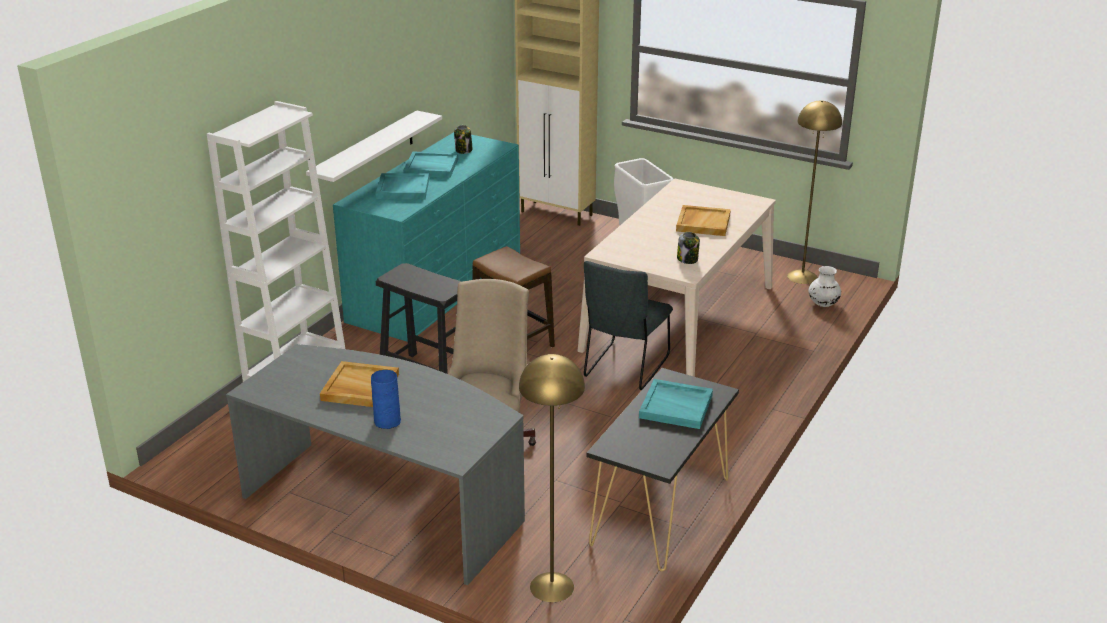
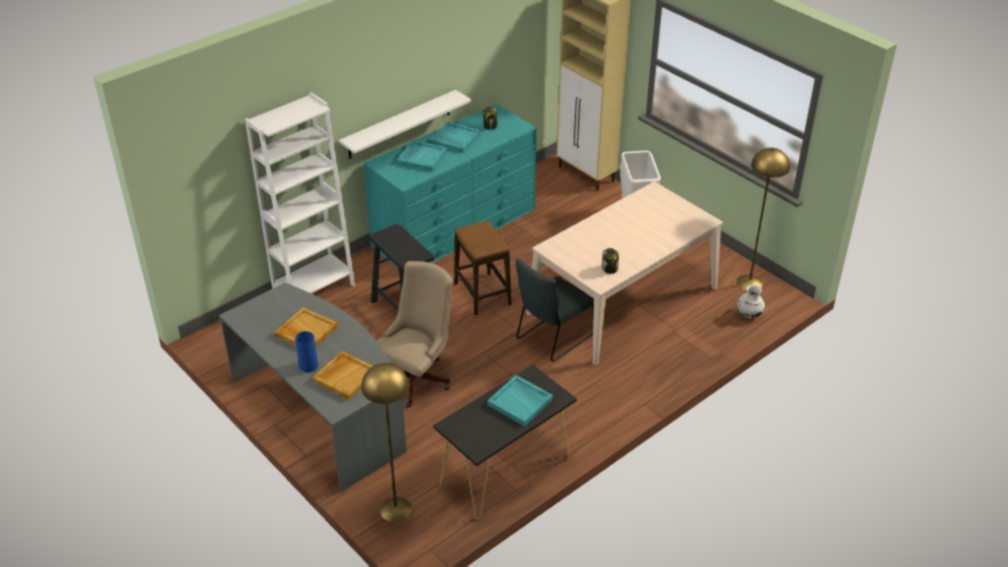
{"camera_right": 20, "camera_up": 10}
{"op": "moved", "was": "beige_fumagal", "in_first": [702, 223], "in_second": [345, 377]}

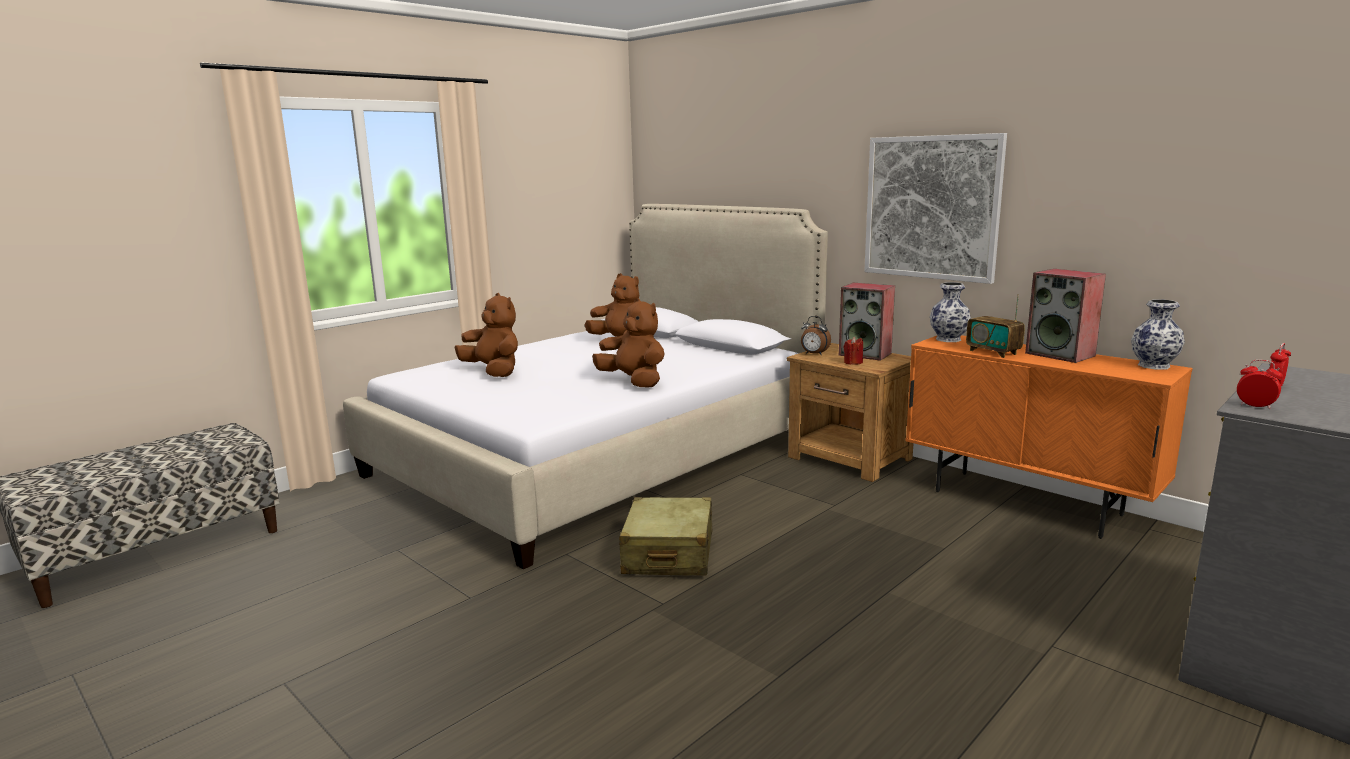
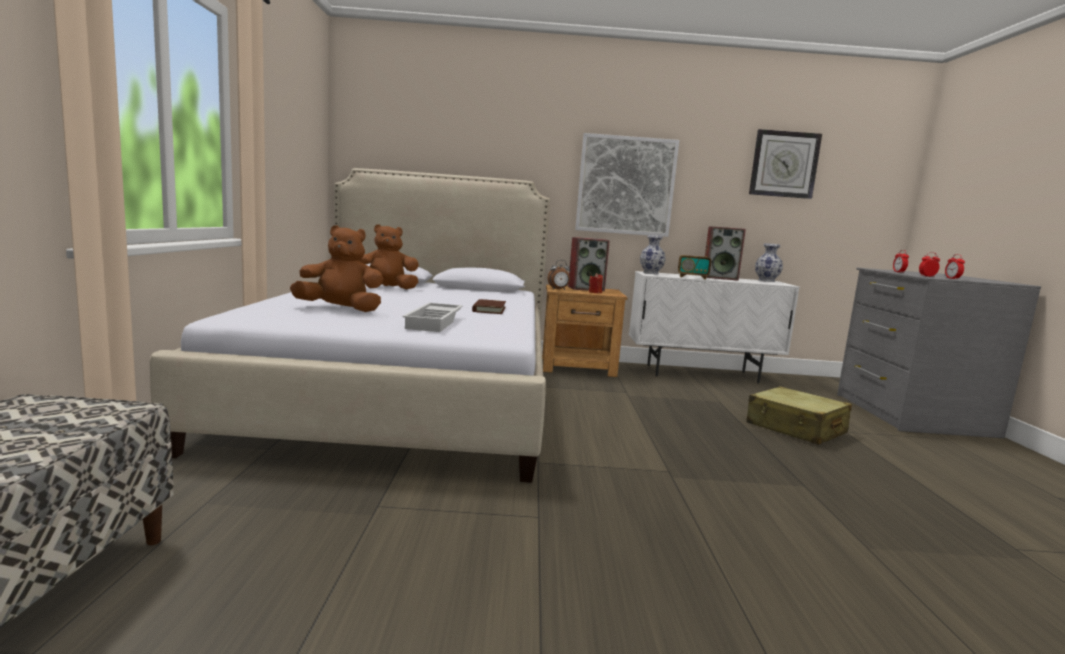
{"camera_right": -45, "camera_up": -5}
{"op": "replaced", "was": "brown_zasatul", "now": "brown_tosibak", "in_first": [634, 382], "in_second": [489, 309]}
{"op": "moved", "was": "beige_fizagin", "in_first": [668, 553], "in_second": [795, 428]}
{"op": "recoloured", "was": "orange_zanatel", "now": "white_zanatel", "in_first": [1026, 503], "in_second": [701, 374]}
{"op": "added", "now": "white_fumagal", "in_second": [435, 322]}
{"op": "added", "now": "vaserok", "in_second": [784, 164]}
{"op": "added", "now": "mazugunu", "in_second": [952, 279]}

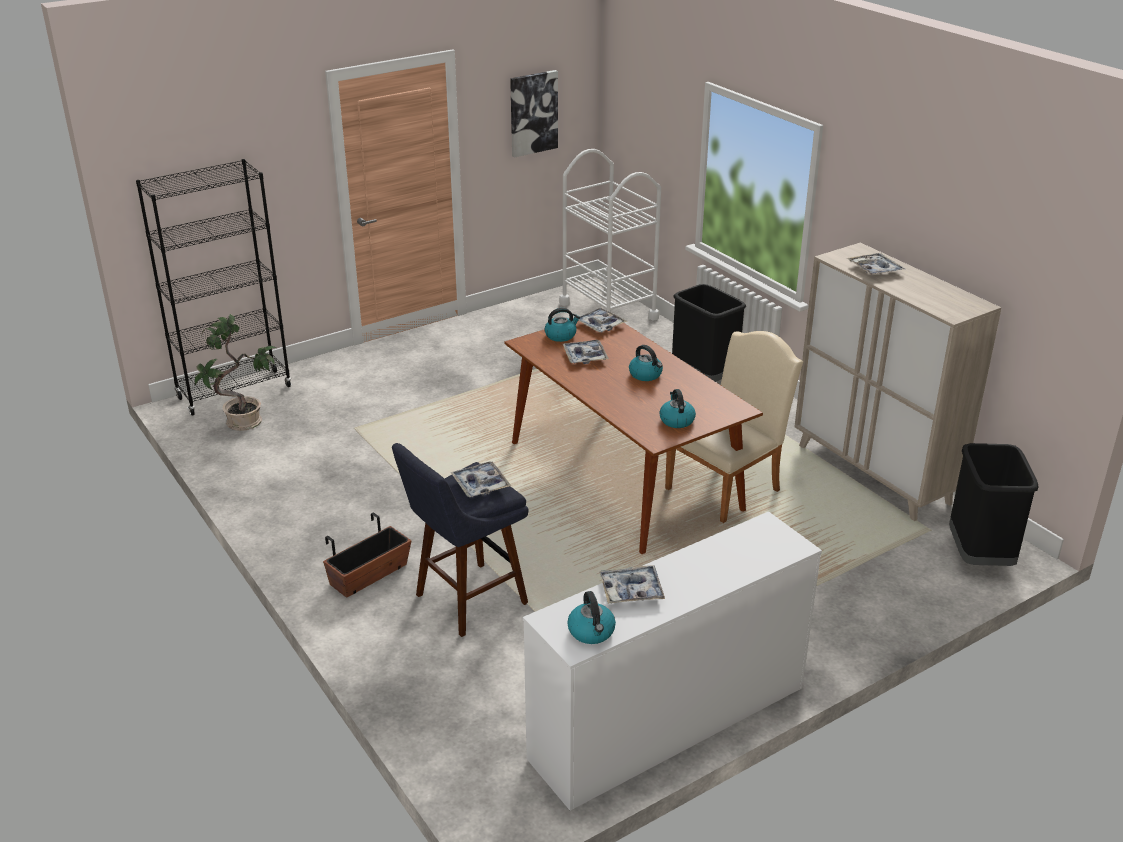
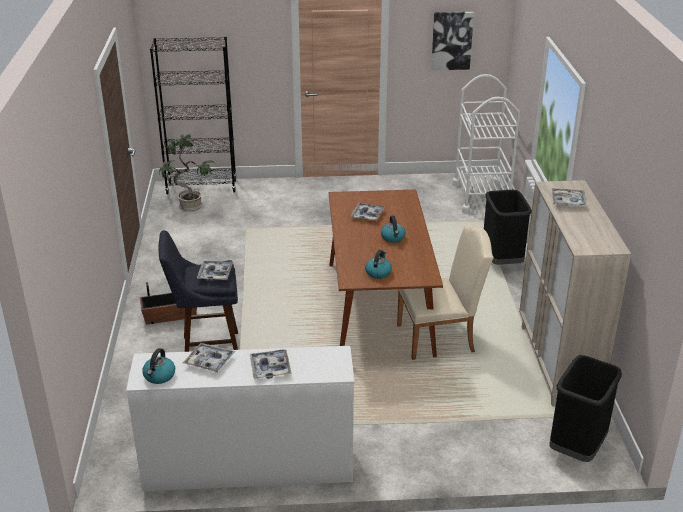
{"camera_right": 30, "camera_up": 0}
{"op": "removed", "was": "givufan", "in_first": [561, 335]}
{"op": "moved", "was": "fumagal", "in_first": [600, 325], "in_second": [270, 368]}

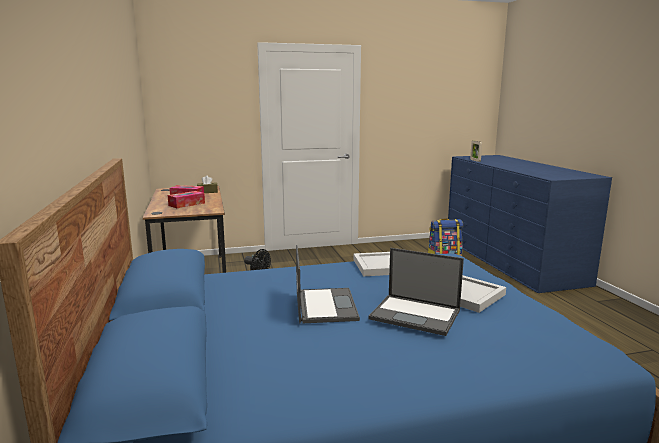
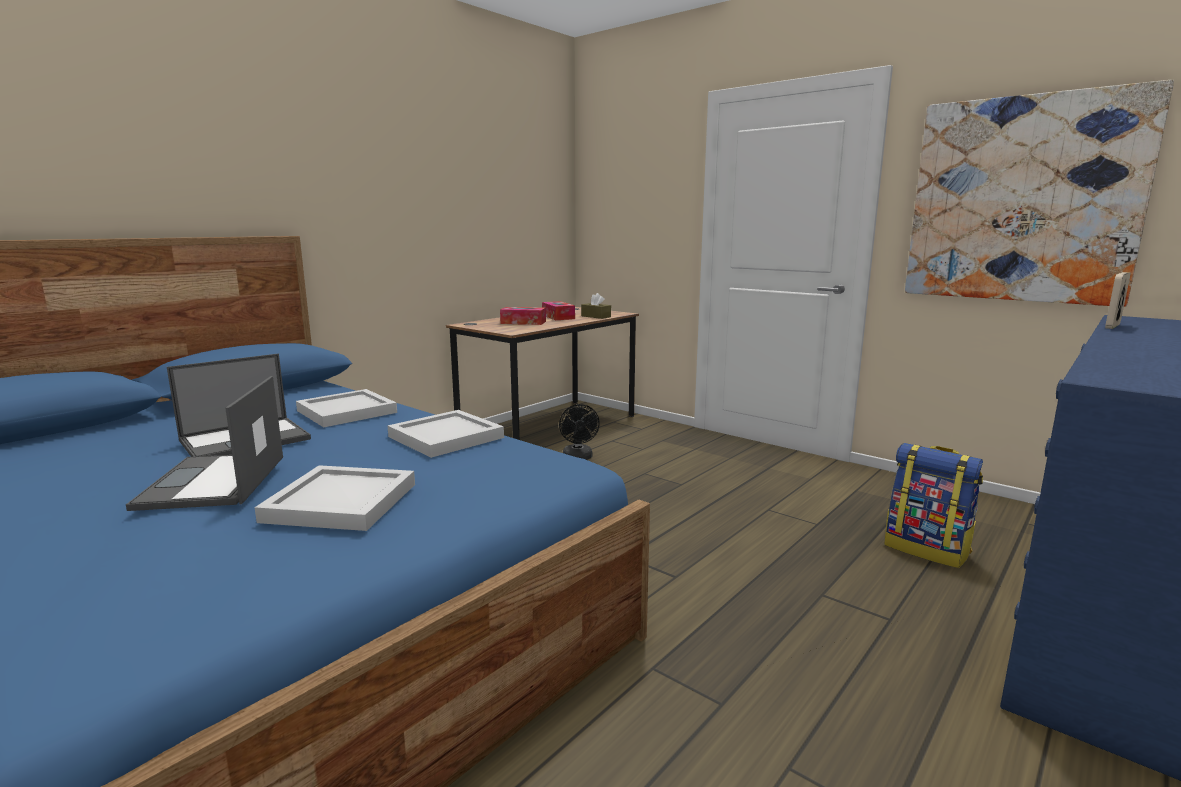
{"camera_right": 55, "camera_up": 0}
{"op": "added", "now": "white_fumagal", "in_second": [347, 411]}
{"op": "added", "now": "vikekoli", "in_second": [1022, 200]}

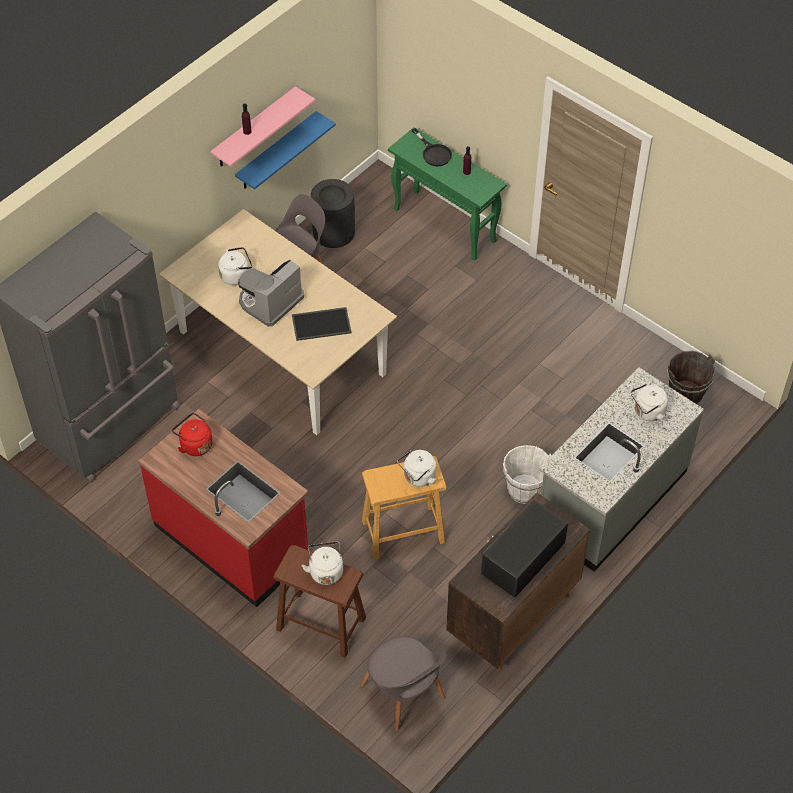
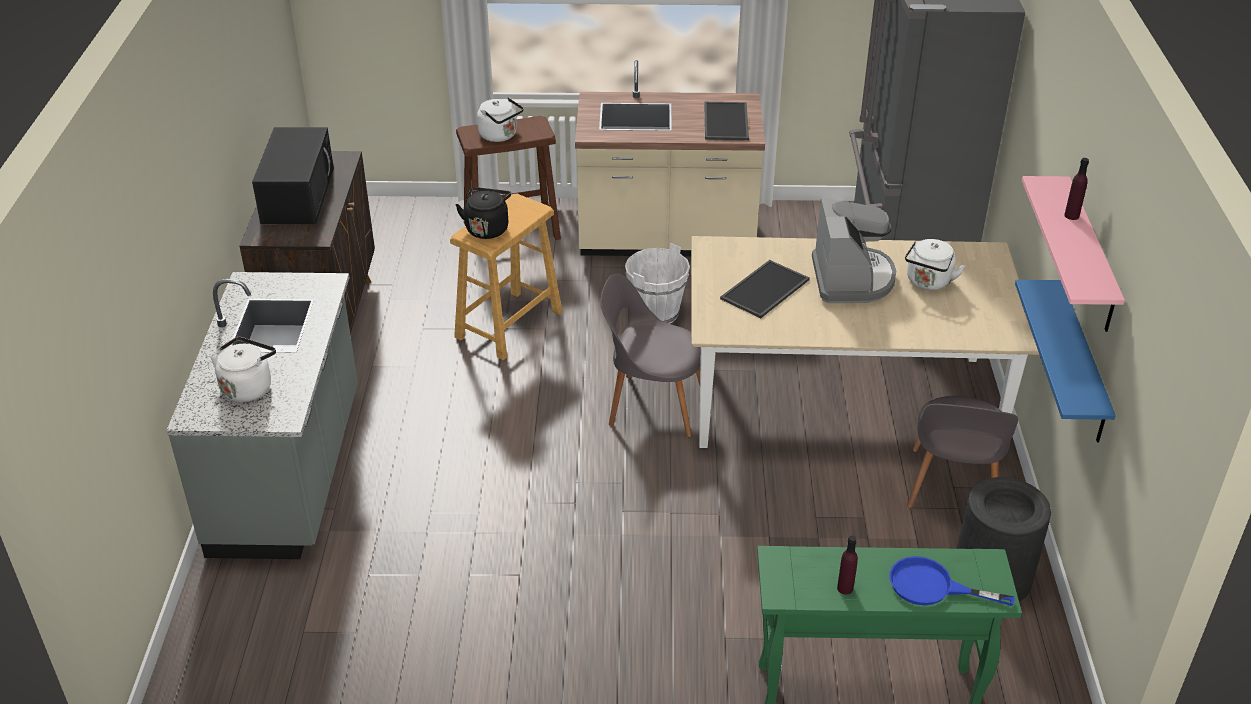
{"camera_right": 140, "camera_up": -15}
{"op": "recoloured", "was": "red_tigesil", "now": "beige_tigesil", "in_first": [232, 540], "in_second": [666, 240]}
{"op": "replaced", "was": "red_givufan", "now": "fumagal", "in_first": [194, 444], "in_second": [727, 122]}
{"op": "moved", "was": "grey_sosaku", "in_first": [404, 695], "in_second": [652, 405]}
{"op": "recoloured", "was": "white_givufan", "now": "black_givufan", "in_first": [418, 477], "in_second": [487, 228]}
{"op": "recoloured", "was": "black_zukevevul", "now": "blue_zukevevul", "in_first": [433, 153], "in_second": [932, 587]}
{"op": "moved", "was": "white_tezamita", "in_first": [524, 489], "in_second": [656, 313]}
{"op": "removed", "was": "brown_tezamita", "in_first": [685, 395]}

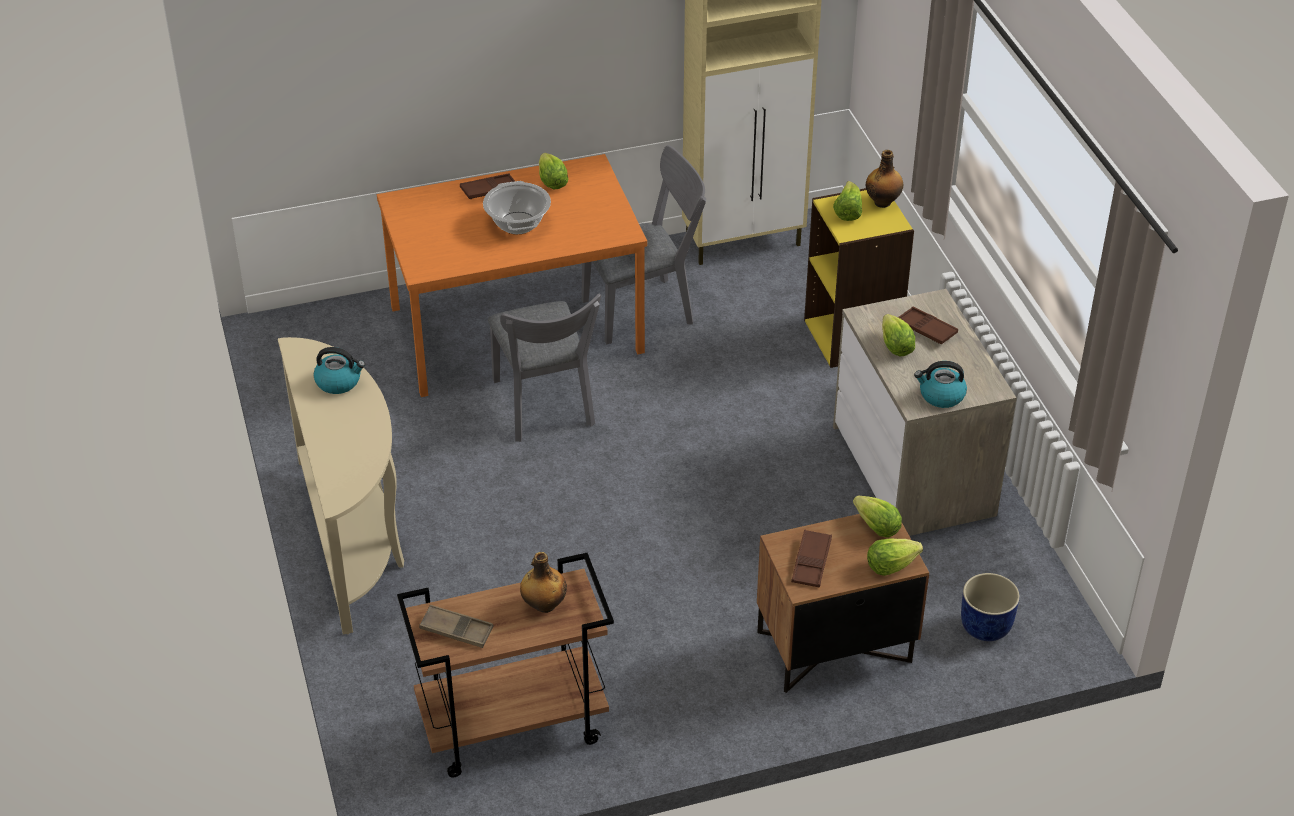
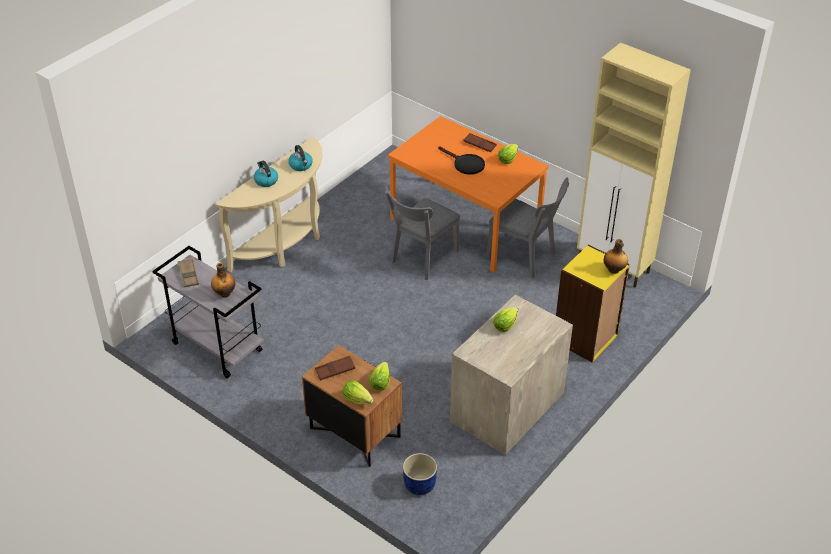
{"camera_right": 55, "camera_up": 0}
{"op": "recoloured", "was": "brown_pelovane", "now": "grey_pelovane", "in_first": [511, 727], "in_second": [216, 347]}
{"op": "replaced", "was": "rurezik", "now": "black_zukevevul", "in_first": [518, 223], "in_second": [465, 164]}
{"op": "removed", "was": "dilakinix", "in_first": [847, 212]}
{"op": "removed", "was": "brown_fumagal", "in_first": [926, 329]}
{"op": "moved", "was": "givufan", "in_first": [941, 395], "in_second": [266, 181]}

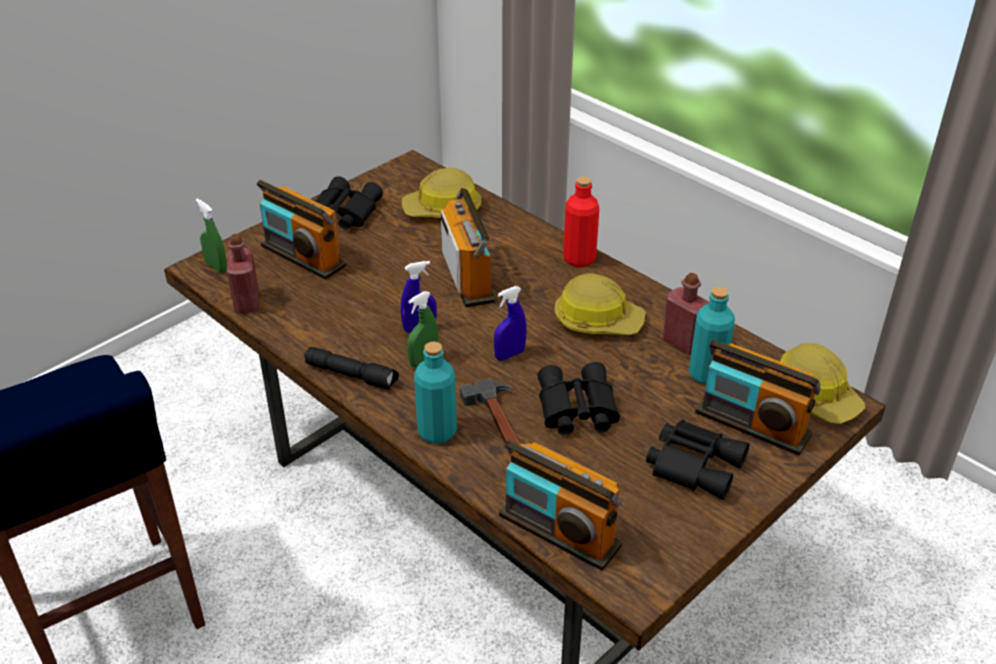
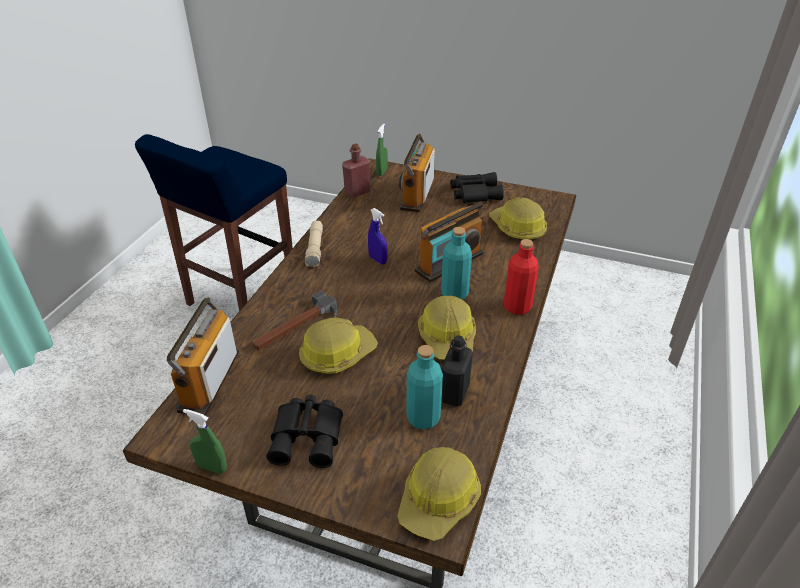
{"camera_right": 65, "camera_up": 0}
{"op": "recoloured", "was": "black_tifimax", "now": "beige_tifimax", "in_first": [352, 375], "in_second": [315, 249]}
{"op": "moved", "was": "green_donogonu", "in_first": [423, 360], "in_second": [212, 467]}
{"op": "moved", "was": "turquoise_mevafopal", "in_first": [437, 431], "in_second": [454, 294]}
{"op": "removed", "was": "blue_donogonu", "in_first": [509, 355]}
{"op": "replaced", "was": "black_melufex", "now": "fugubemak", "in_first": [575, 409], "in_second": [337, 354]}
{"op": "recoloured", "was": "red_mevafopal", "now": "black_mevafopal", "in_first": [683, 343], "in_second": [454, 393]}
{"op": "removed", "was": "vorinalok", "in_first": [752, 424]}

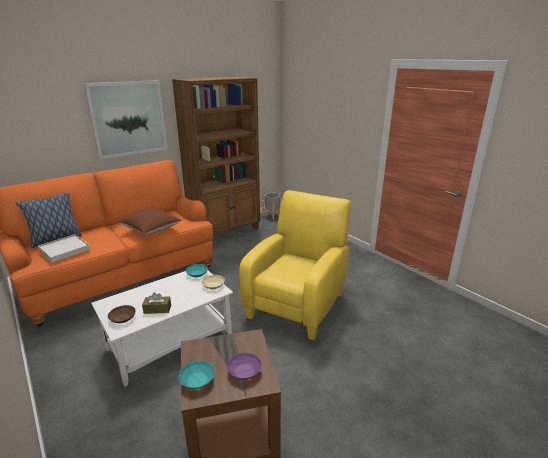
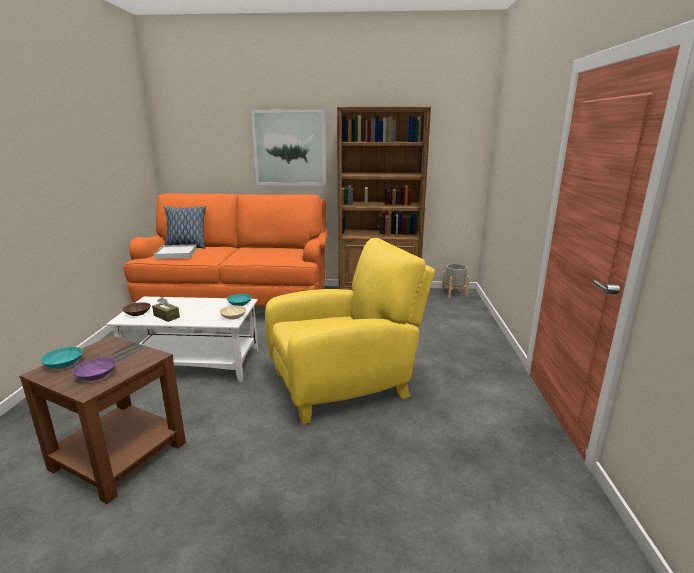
{"camera_right": 40, "camera_up": -5}
{"op": "removed", "was": "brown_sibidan", "in_first": [151, 230]}

